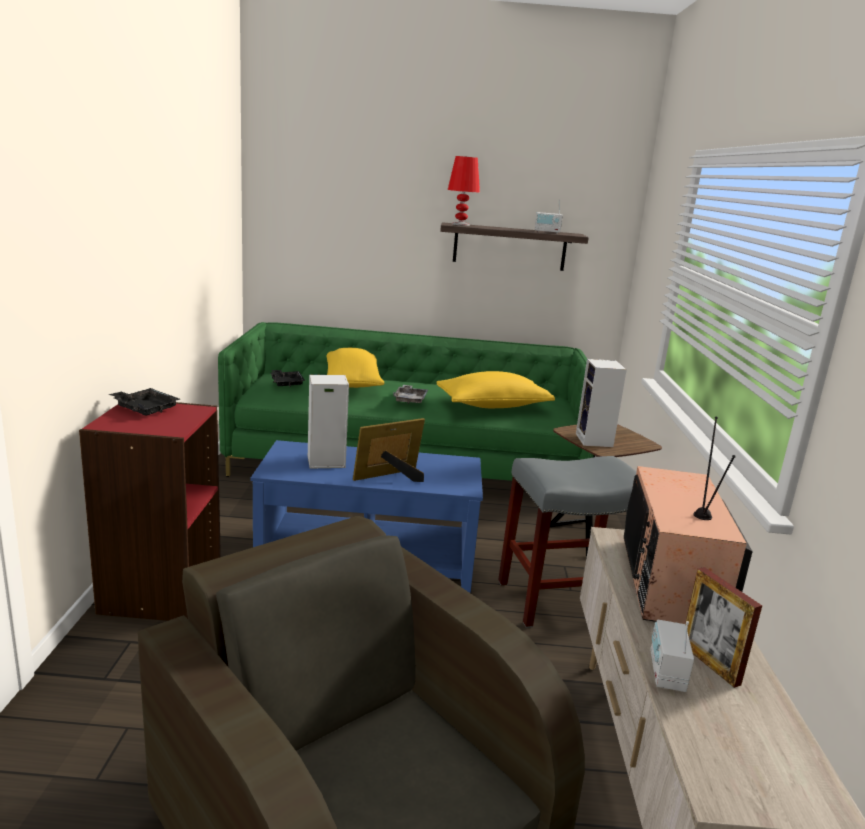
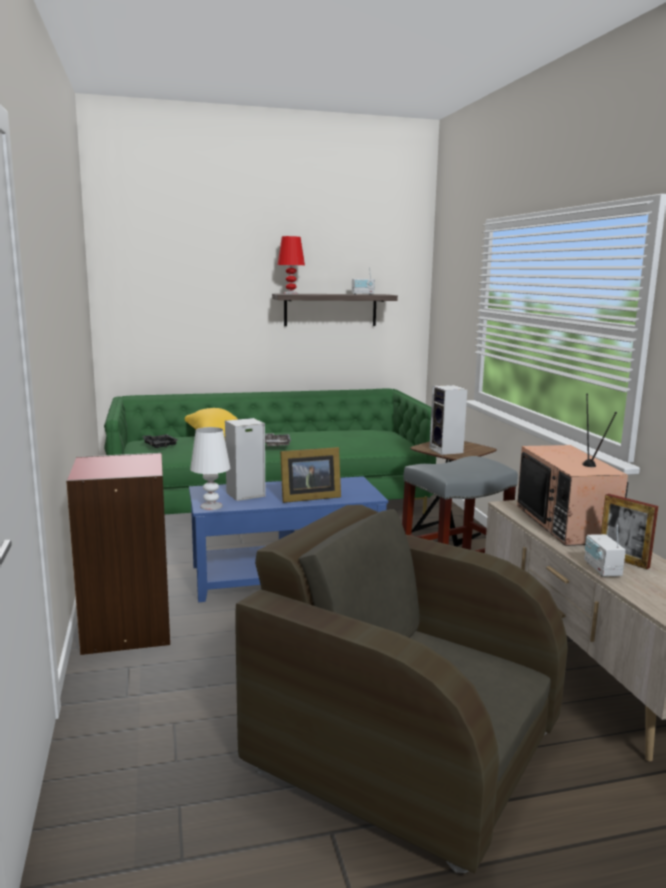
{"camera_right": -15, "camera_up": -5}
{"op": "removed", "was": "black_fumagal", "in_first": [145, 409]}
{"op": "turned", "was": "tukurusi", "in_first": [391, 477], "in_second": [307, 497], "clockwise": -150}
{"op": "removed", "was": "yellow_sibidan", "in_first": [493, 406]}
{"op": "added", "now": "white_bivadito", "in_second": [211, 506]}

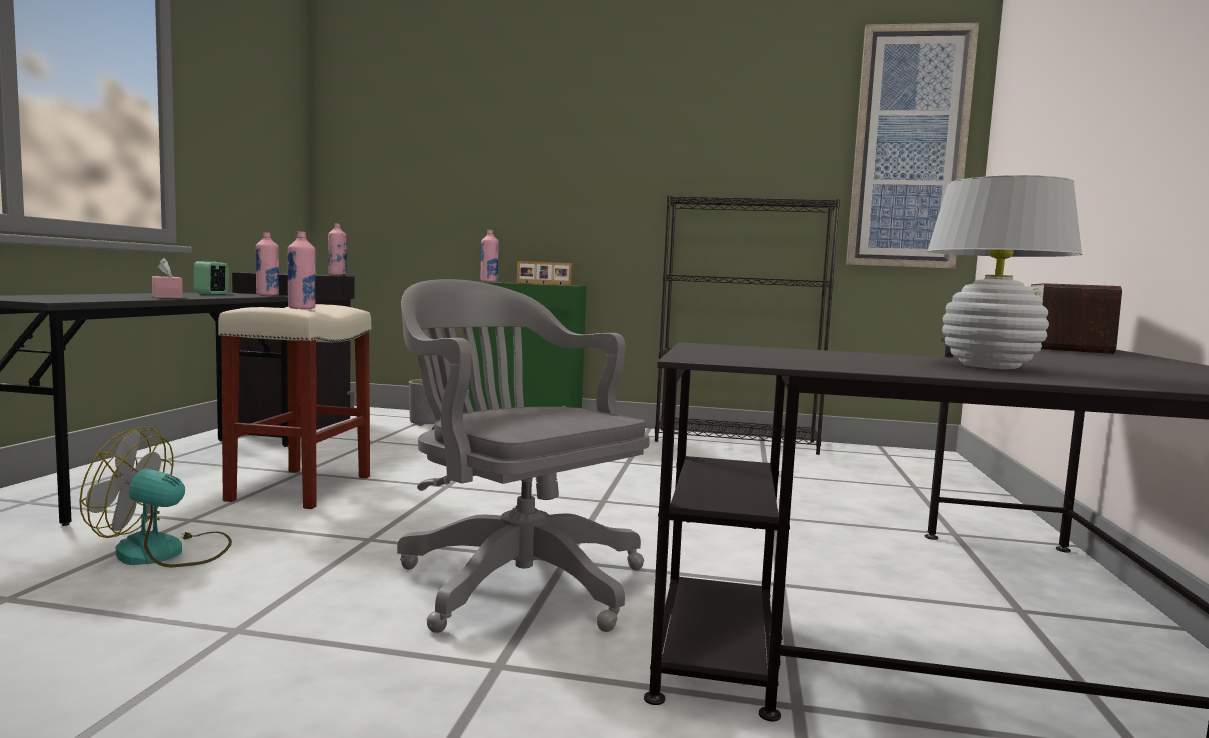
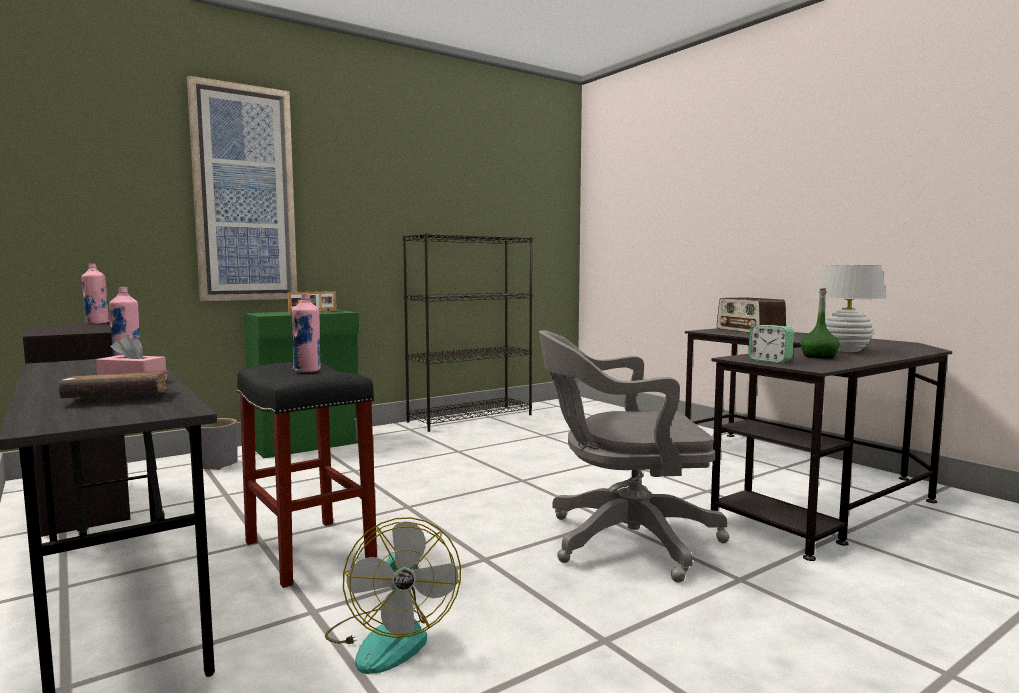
{"camera_right": -45, "camera_up": 0}
{"op": "turned", "was": "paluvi", "in_first": [165, 553], "in_second": [390, 638], "clockwise": -60}
{"op": "moved", "was": "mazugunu", "in_first": [211, 293], "in_second": [770, 360]}
{"op": "recoloured", "was": "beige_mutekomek", "now": "black_mutekomek", "in_first": [301, 488], "in_second": [311, 551]}
{"op": "removed", "was": "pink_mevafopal", "in_first": [489, 281]}
{"op": "moved", "was": "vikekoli", "in_first": [909, 148], "in_second": [244, 194]}
{"op": "added", "now": "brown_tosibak", "in_second": [117, 398]}
{"op": "added", "now": "green_mevafopal", "in_second": [818, 357]}

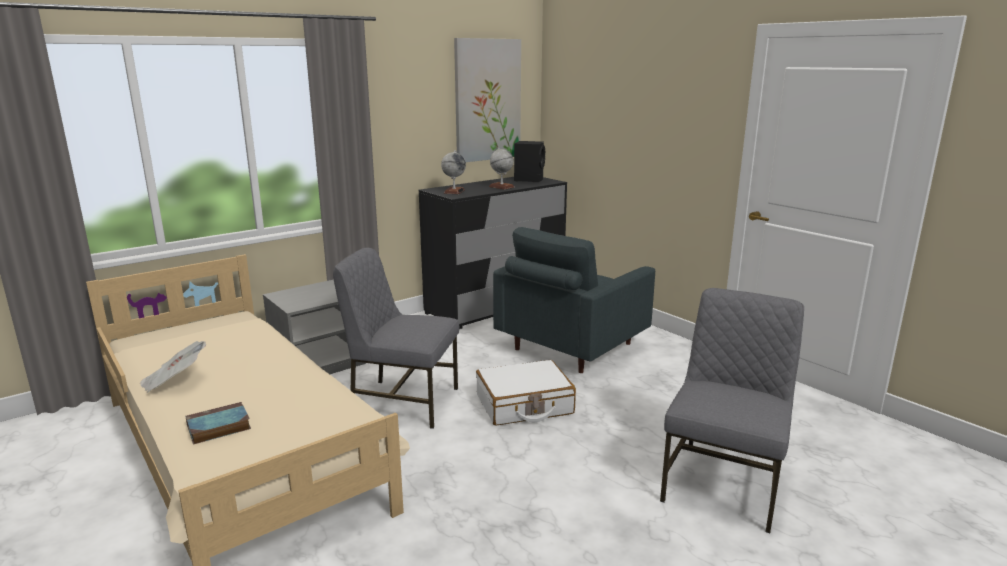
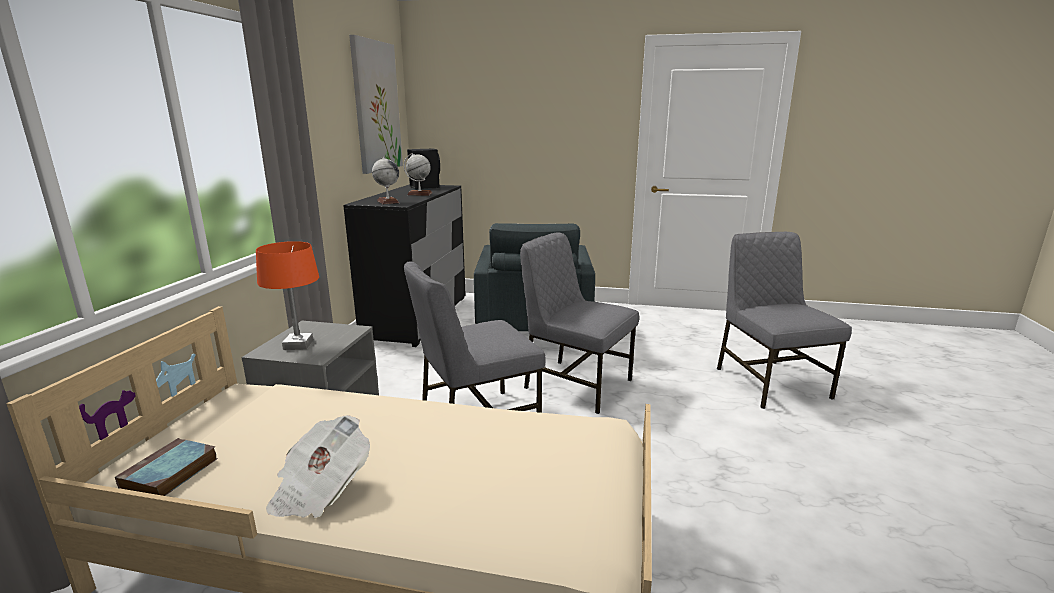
{"camera_right": -40, "camera_up": 0}
{"op": "moved", "was": "tosibak", "in_first": [217, 428], "in_second": [169, 474]}
{"op": "replaced", "was": "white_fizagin", "now": "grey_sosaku", "in_first": [524, 405], "in_second": [576, 384]}
{"op": "added", "now": "orange_bivadito", "in_second": [299, 344]}

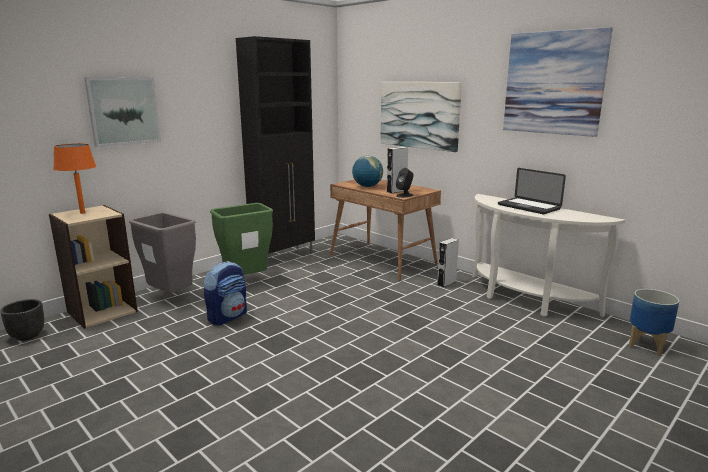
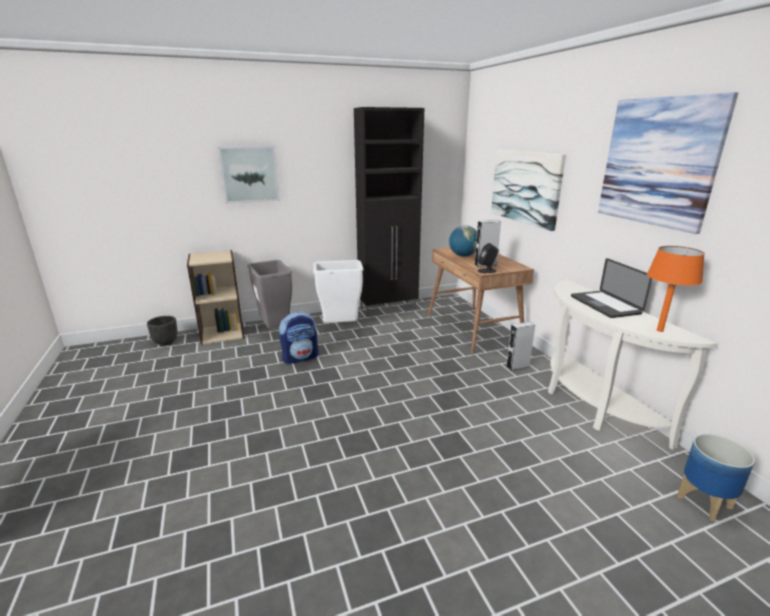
{"camera_right": 25, "camera_up": 5}
{"op": "moved", "was": "orange_bivadito", "in_first": [82, 213], "in_second": [660, 330]}
{"op": "recoloured", "was": "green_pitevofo", "now": "white_pitevofo", "in_first": [247, 281], "in_second": [341, 327]}

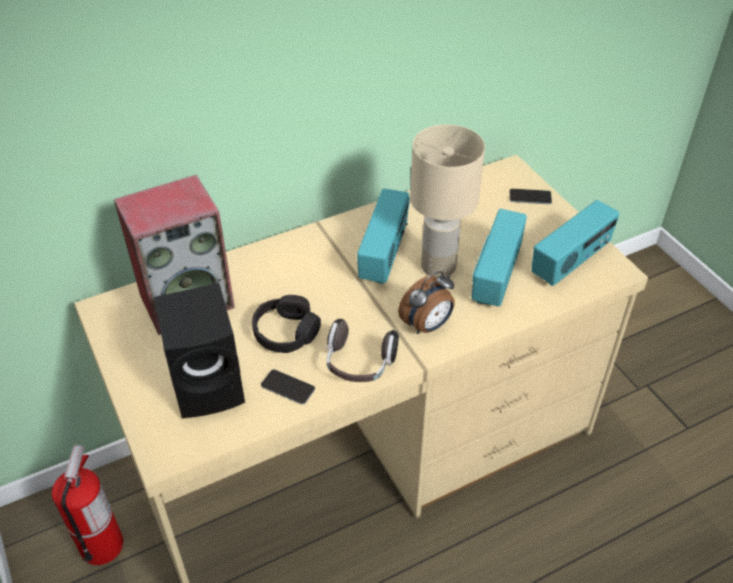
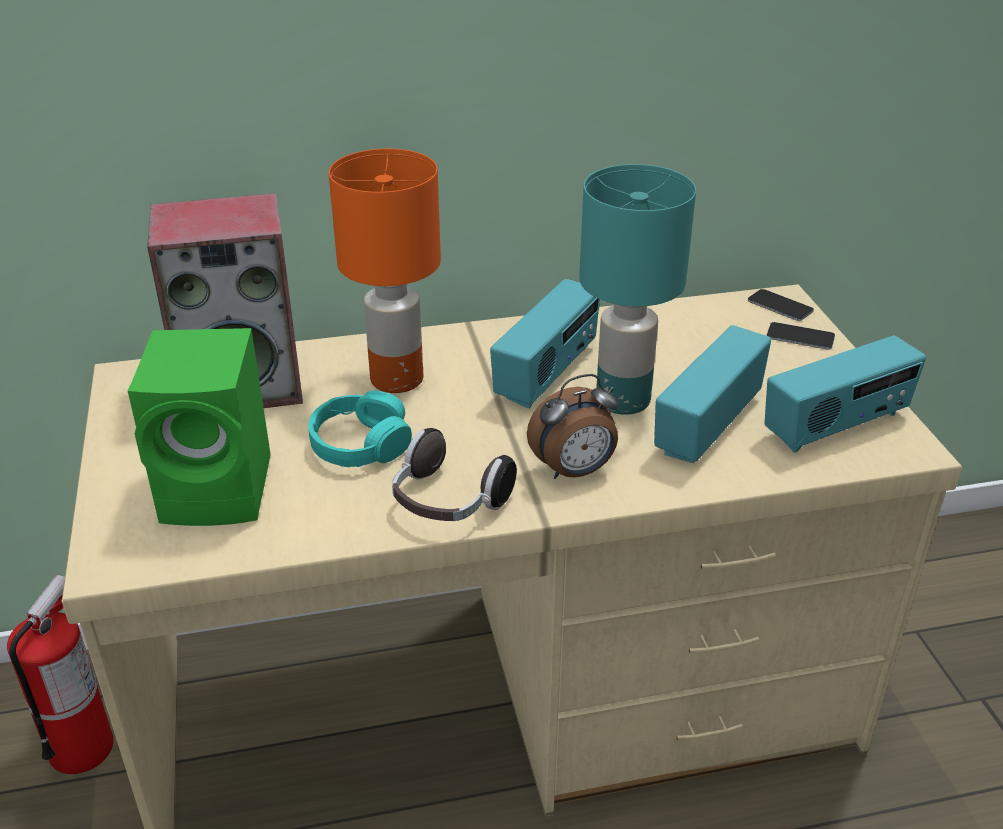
{"camera_right": 15, "camera_up": -10}
{"op": "recoloured", "was": "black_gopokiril", "now": "green_gopokiril", "in_first": [211, 385], "in_second": [221, 490]}
{"op": "recoloured", "was": "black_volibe", "now": "turquoise_volibe", "in_first": [286, 332], "in_second": [360, 444]}
{"op": "moved", "was": "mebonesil", "in_first": [288, 387], "in_second": [780, 306]}
{"op": "recoloured", "was": "beige_bivadito", "now": "turquoise_bivadito", "in_first": [438, 265], "in_second": [622, 399]}
{"op": "added", "now": "orange_bivadito", "in_second": [395, 380]}

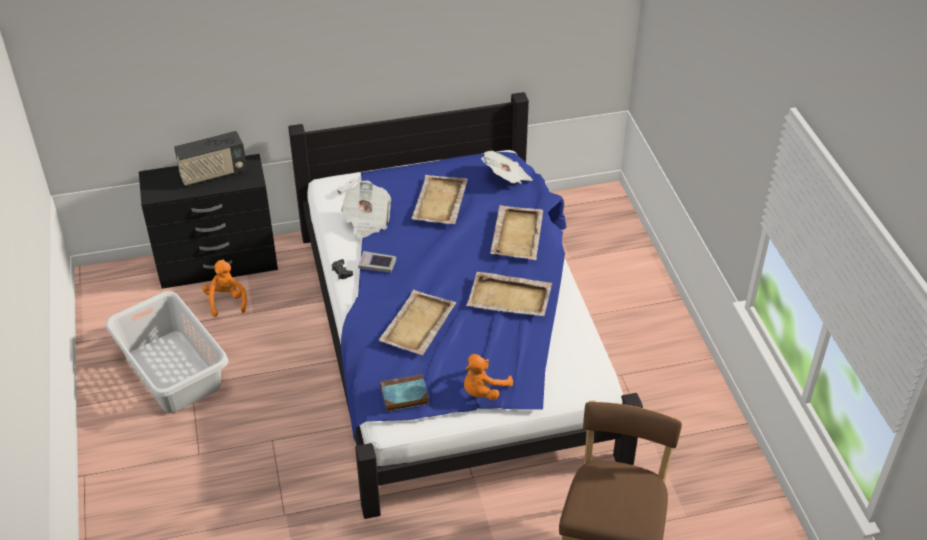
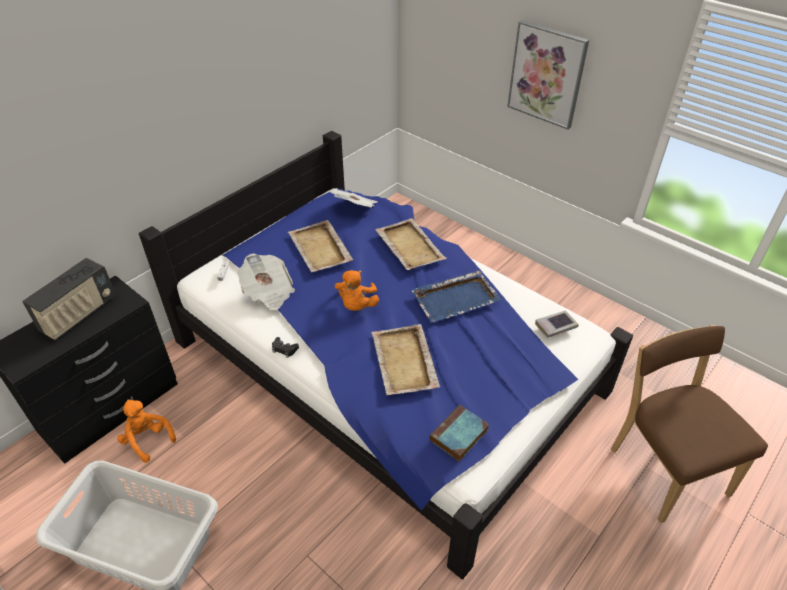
{"camera_right": -35, "camera_up": 0}
{"op": "moved", "was": "tosibak", "in_first": [377, 264], "in_second": [556, 326]}
{"op": "moved", "was": "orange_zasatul", "in_first": [483, 391], "in_second": [357, 305]}
{"op": "recoloured", "was": "beige_fumagal", "now": "blue_fumagal", "in_first": [510, 297], "in_second": [456, 298]}
{"op": "added", "now": "vikekoli", "in_second": [546, 74]}

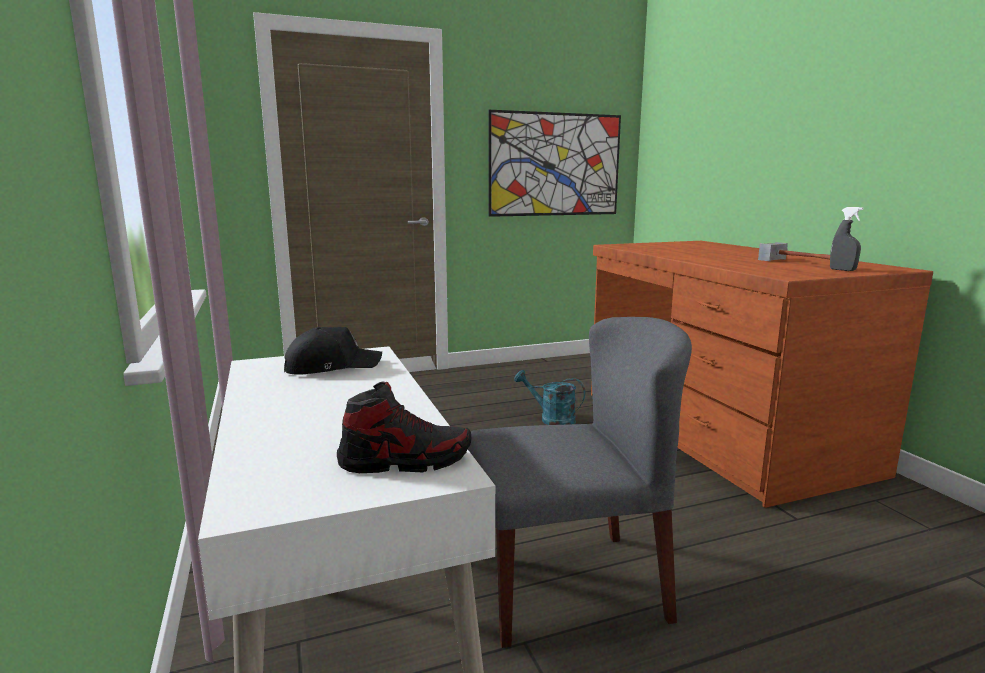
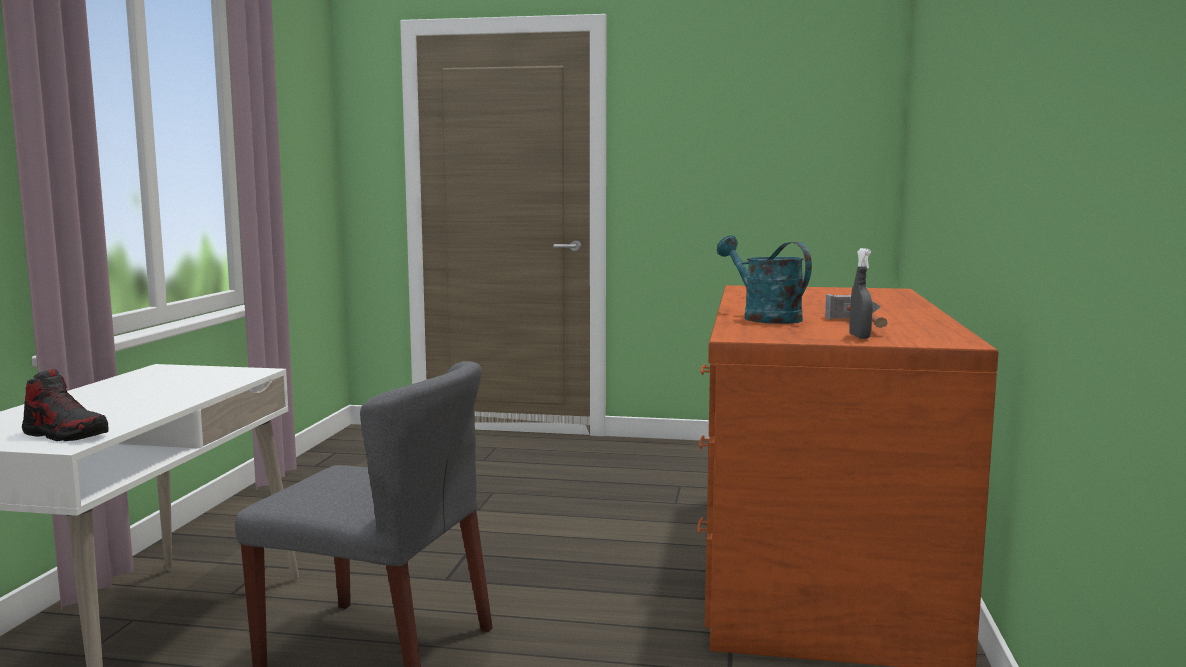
{"camera_right": 30, "camera_up": -5}
{"op": "removed", "was": "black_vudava", "in_first": [331, 366]}
{"op": "removed", "was": "vikekoli", "in_first": [555, 165]}
{"op": "moved", "was": "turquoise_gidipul", "in_first": [551, 419], "in_second": [764, 317]}

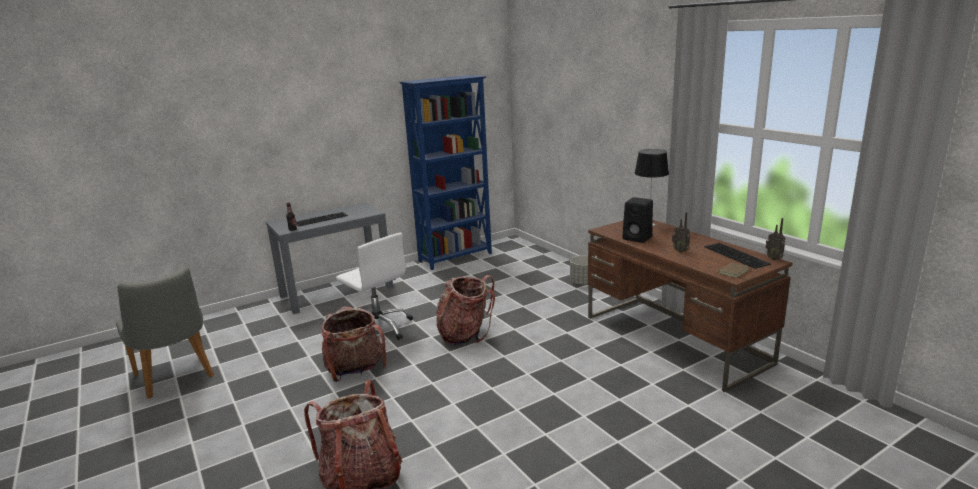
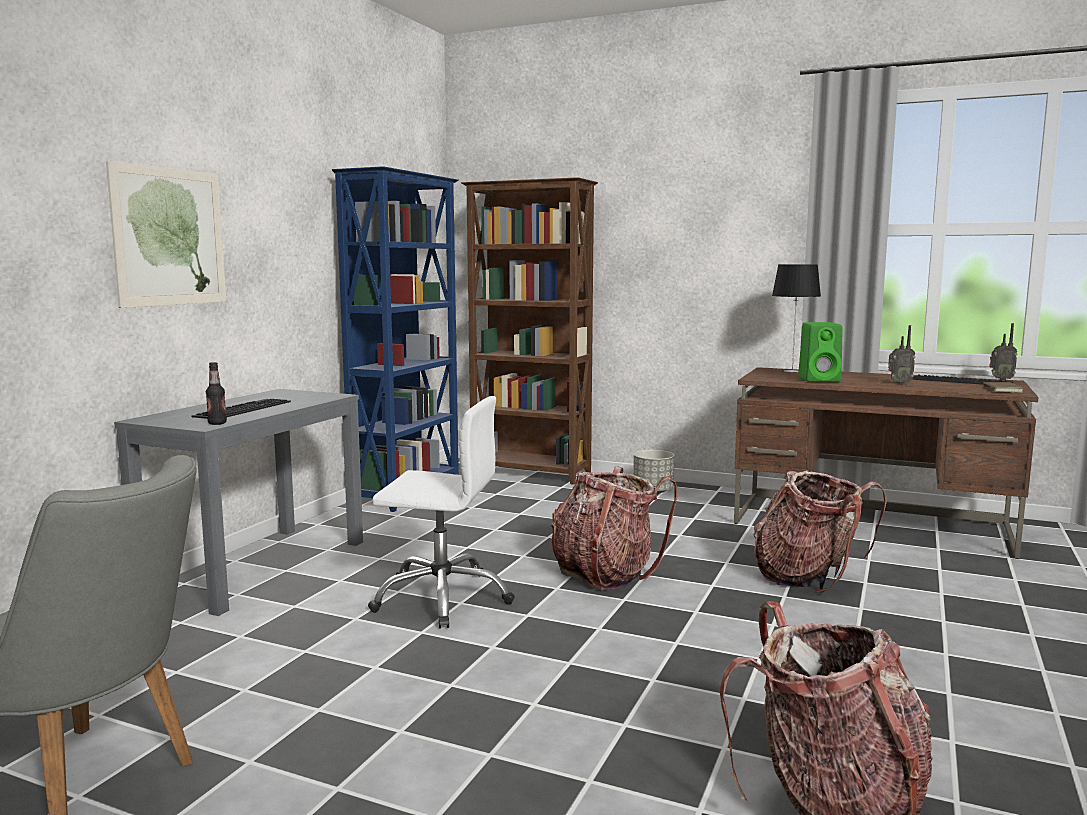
{"camera_right": -35, "camera_up": -10}
{"op": "moved", "was": "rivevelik", "in_first": [355, 370], "in_second": [809, 578]}
{"op": "recoloured", "was": "black_gopokiril", "now": "green_gopokiril", "in_first": [638, 238], "in_second": [820, 380]}
{"op": "added", "now": "vikekoli", "in_second": [170, 237]}
{"op": "added", "now": "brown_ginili", "in_second": [531, 473]}

